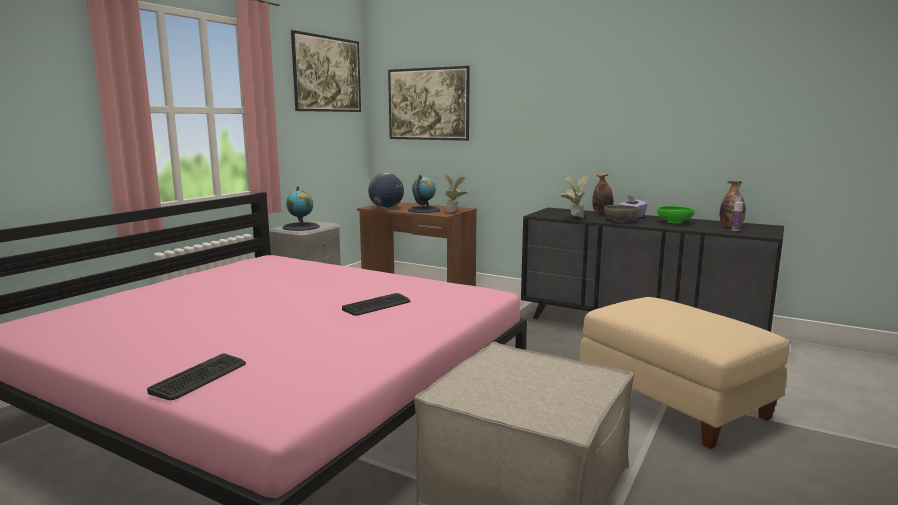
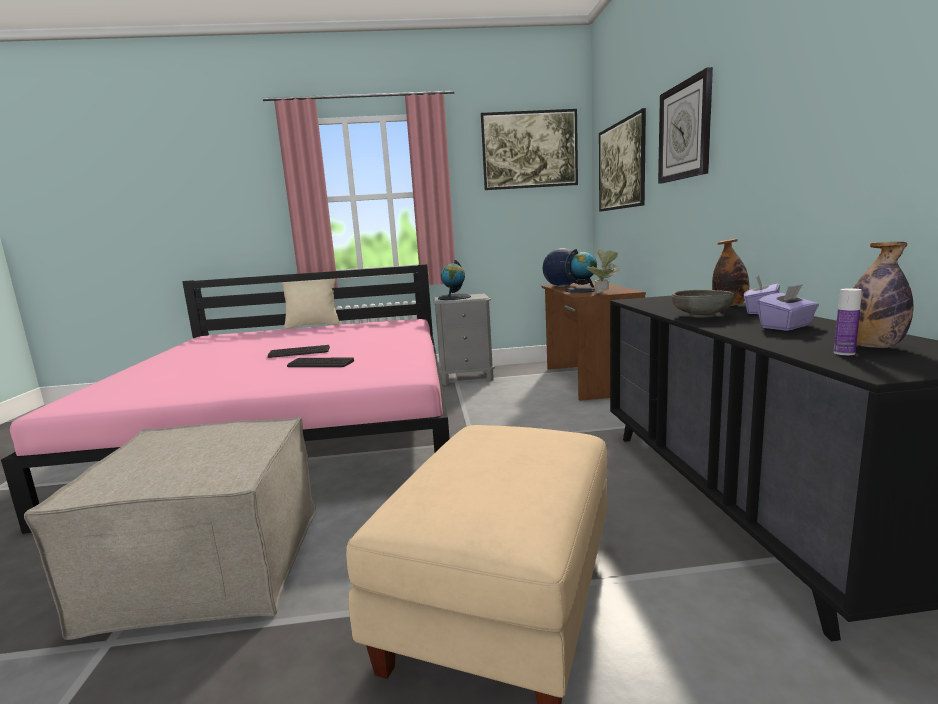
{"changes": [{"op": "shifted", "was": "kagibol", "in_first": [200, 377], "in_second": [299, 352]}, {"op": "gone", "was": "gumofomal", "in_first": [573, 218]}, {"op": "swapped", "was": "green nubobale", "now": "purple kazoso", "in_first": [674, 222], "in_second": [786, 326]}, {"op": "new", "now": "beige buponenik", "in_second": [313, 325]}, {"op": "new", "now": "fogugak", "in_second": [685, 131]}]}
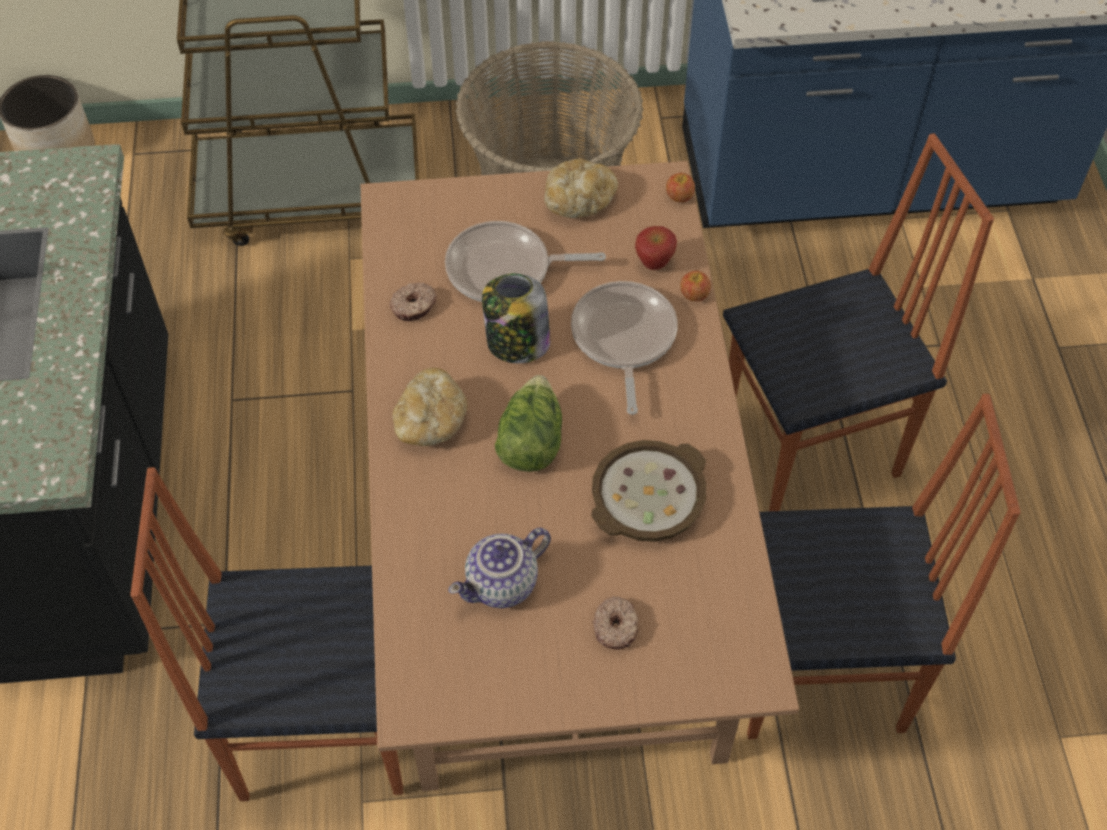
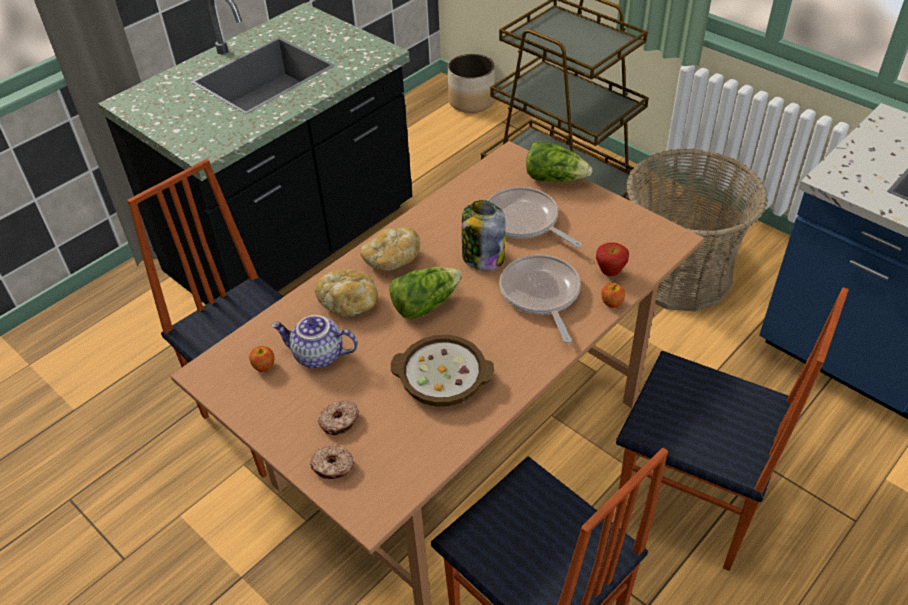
{"changes": [{"op": "shifted", "was": "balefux", "in_first": [414, 307], "in_second": [333, 467]}, {"op": "shifted", "was": "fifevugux", "in_first": [579, 201], "in_second": [349, 303]}, {"op": "rotated", "was": "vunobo", "in_first": [623, 338], "in_second": [541, 295], "clockwise": -60}, {"op": "shifted", "was": "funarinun", "in_first": [679, 197], "in_second": [264, 366]}, {"op": "new", "now": "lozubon", "in_second": [555, 178]}]}
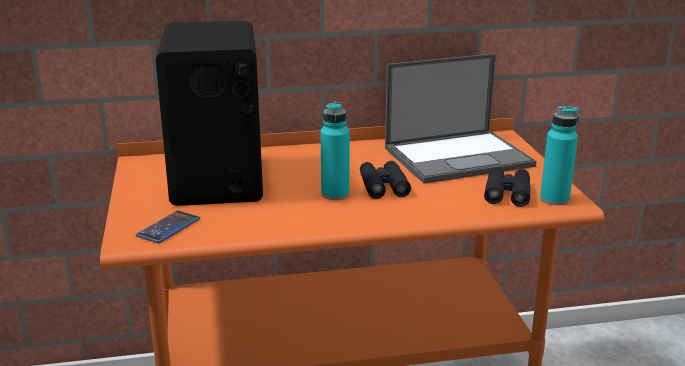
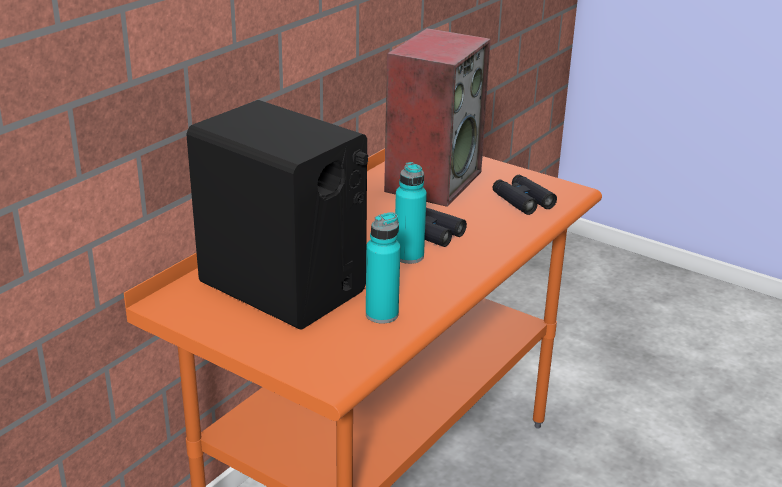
{"changes": [{"op": "gone", "was": "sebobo", "in_first": [168, 227]}, {"op": "swapped", "was": "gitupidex", "now": "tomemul", "in_first": [459, 156], "in_second": [433, 180]}, {"op": "shifted", "was": "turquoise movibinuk", "in_first": [554, 199], "in_second": [382, 314]}]}
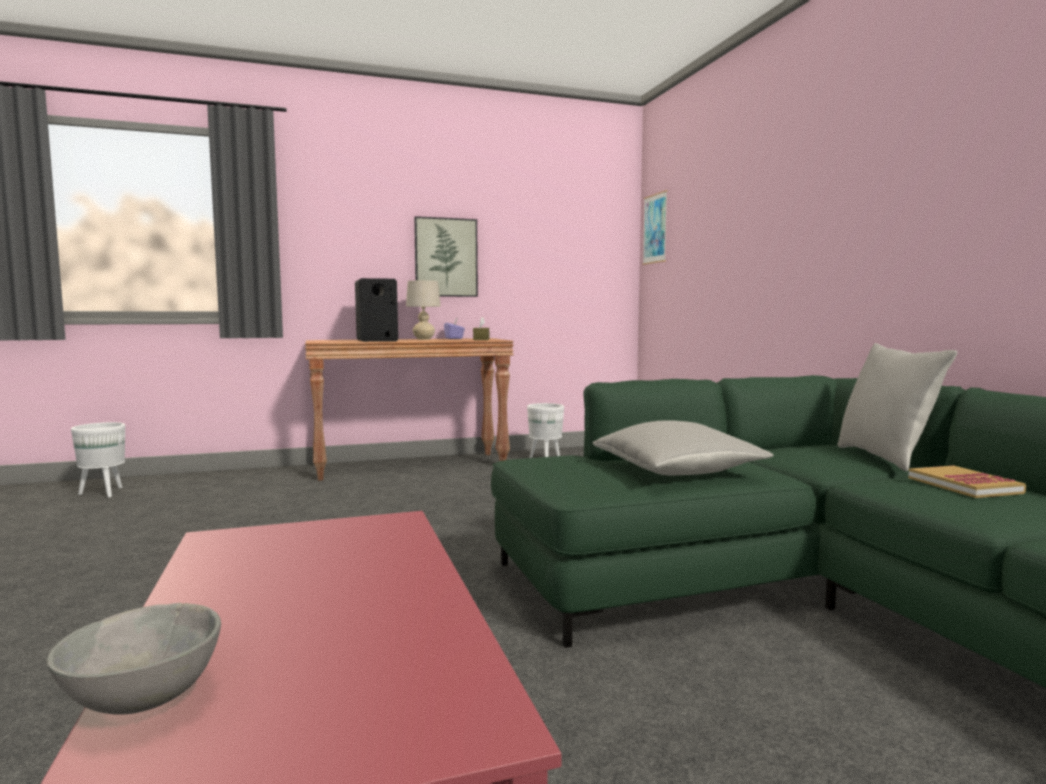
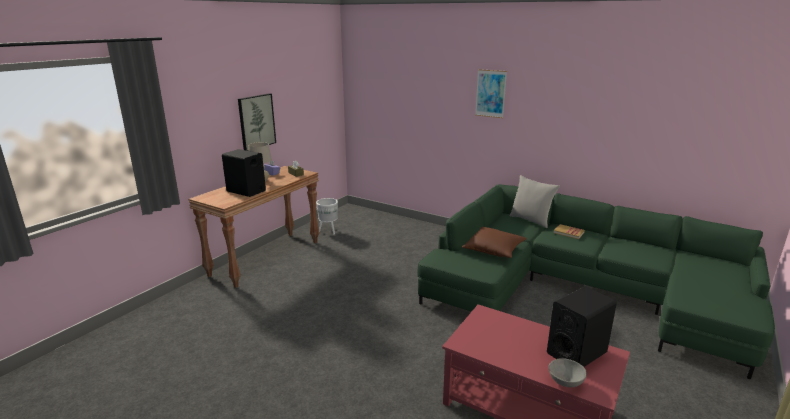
{"changes": [{"op": "gone", "was": "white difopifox", "in_first": [103, 493]}, {"op": "repainted", "was": "grey buponenik", "now": "brown buponenik", "in_first": [677, 470], "in_second": [494, 250]}, {"op": "shifted", "was": "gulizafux", "in_first": [655, 228], "in_second": [490, 93]}, {"op": "new", "now": "black tomemul", "in_second": [576, 353]}]}
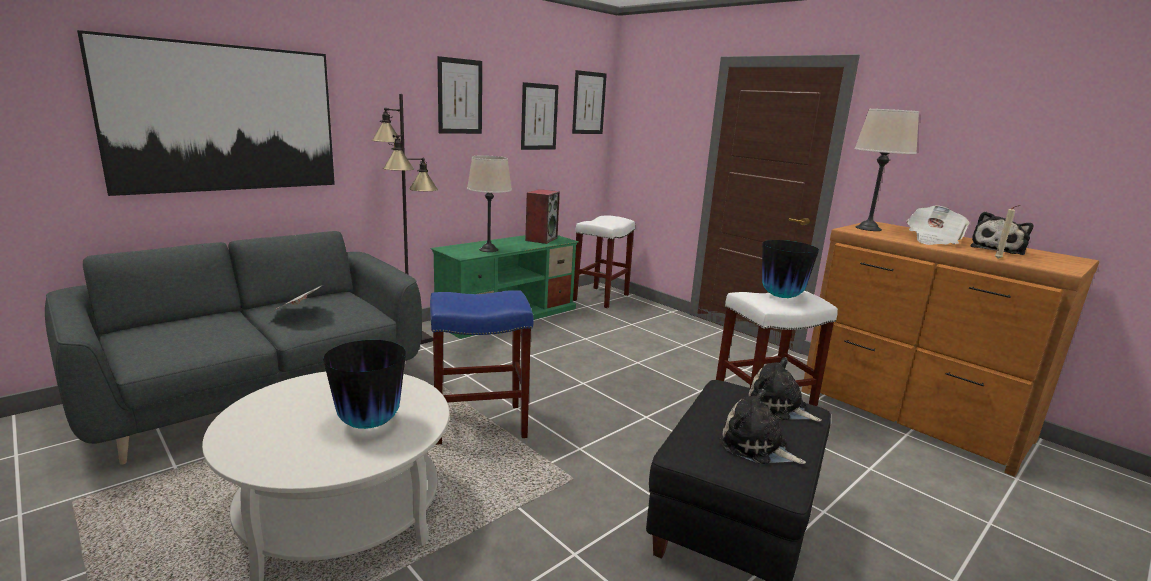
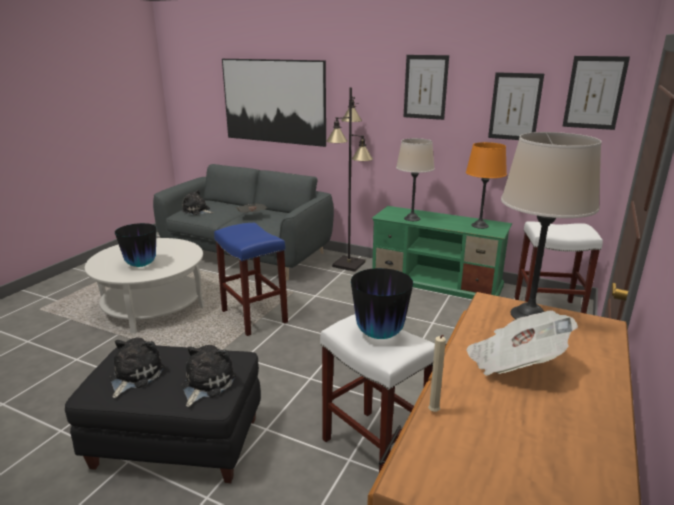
{"changes": [{"op": "swapped", "was": "tomemul", "now": "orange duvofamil", "in_first": [541, 239], "in_second": [480, 225]}, {"op": "shifted", "was": "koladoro", "in_first": [998, 250], "in_second": [197, 211]}]}
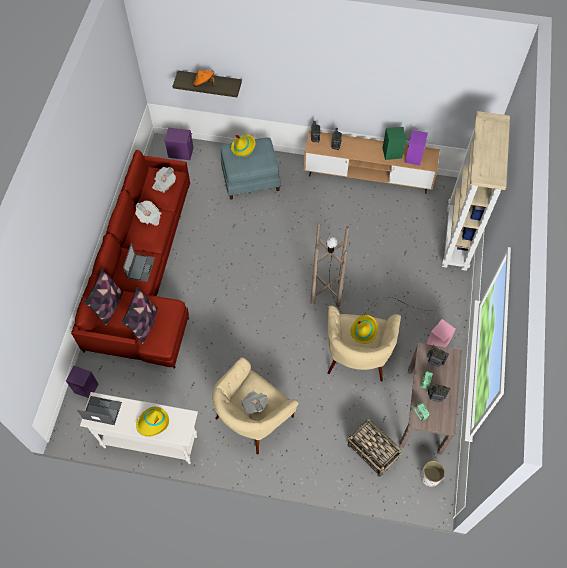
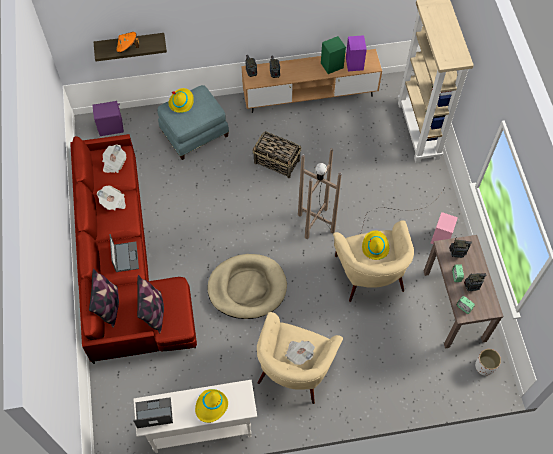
{"changes": [{"op": "gone", "was": "purple tomemul", "in_first": [87, 388]}, {"op": "shifted", "was": "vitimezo", "in_first": [372, 452], "in_second": [277, 162]}, {"op": "new", "now": "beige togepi", "in_second": [247, 288]}]}
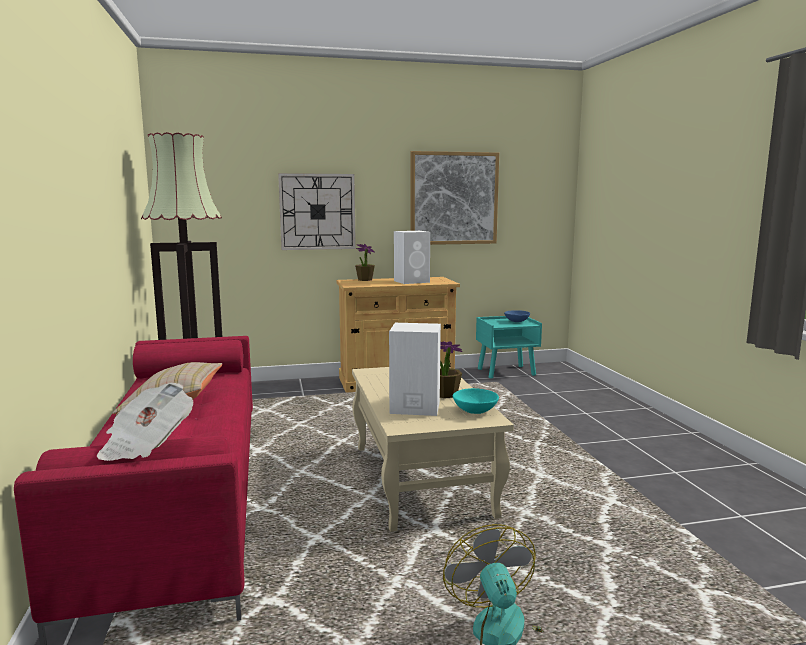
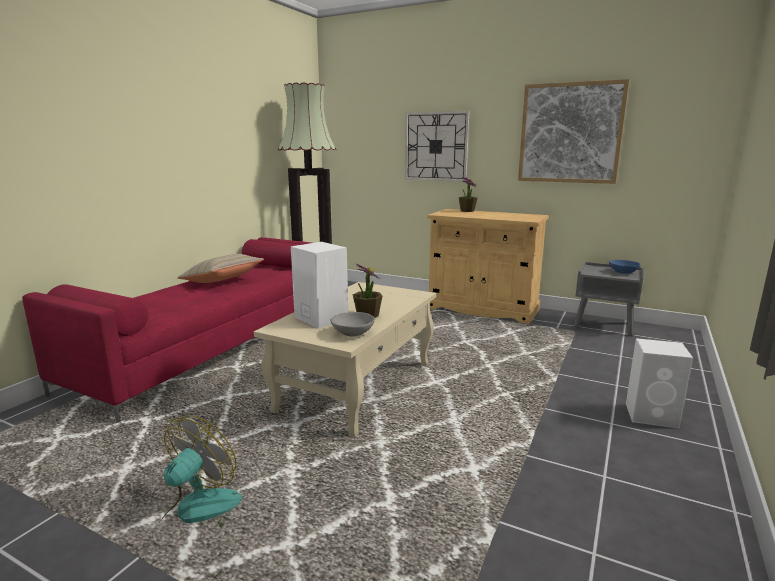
{"changes": [{"op": "gone", "was": "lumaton", "in_first": [146, 445]}, {"op": "shifted", "was": "white tomemul", "in_first": [412, 281], "in_second": [652, 415]}, {"op": "repainted", "was": "turquoise nubobale", "now": "grey nubobale", "in_first": [475, 411], "in_second": [353, 333]}, {"op": "repainted", "was": "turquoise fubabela", "now": "grey fubabela", "in_first": [506, 372], "in_second": [604, 325]}]}
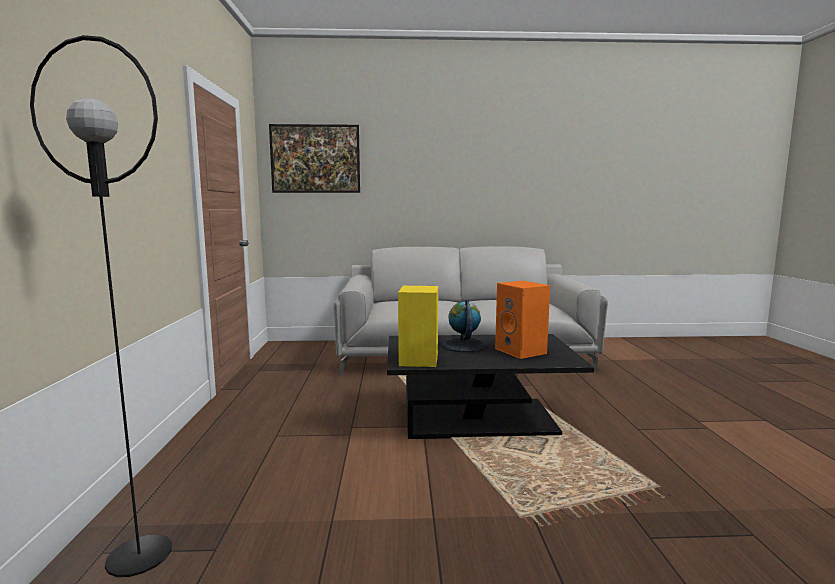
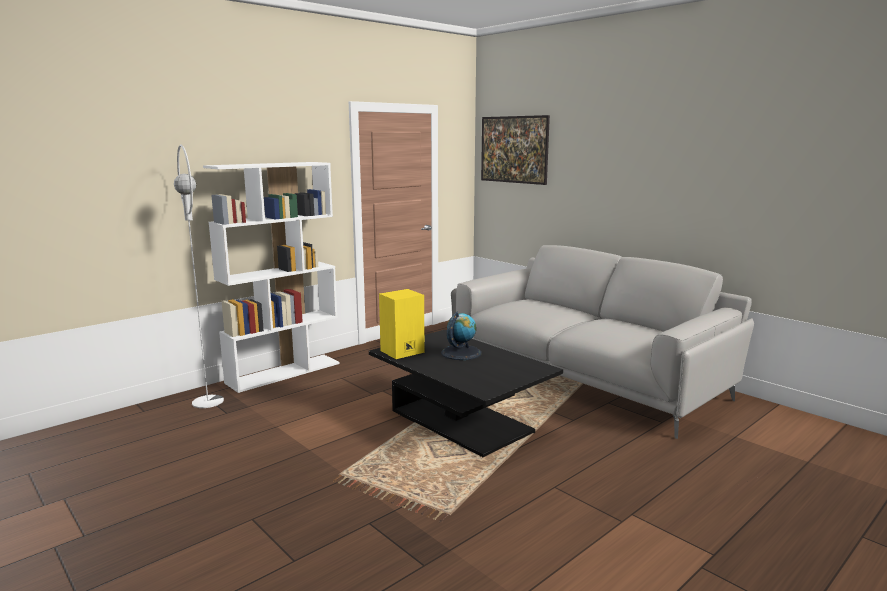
{"changes": [{"op": "repainted", "was": "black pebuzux", "now": "white pebuzux", "in_first": [140, 555], "in_second": [208, 401]}, {"op": "gone", "was": "orange tomemul", "in_first": [522, 351]}, {"op": "new", "now": "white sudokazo", "in_second": [284, 372]}]}
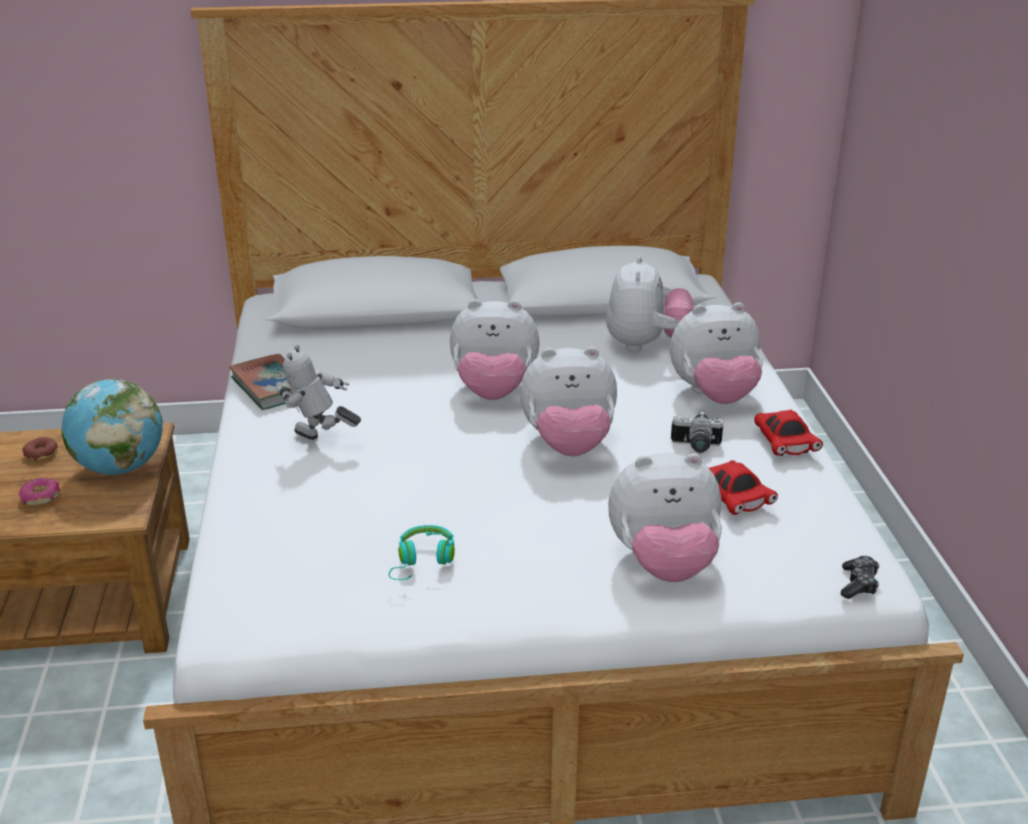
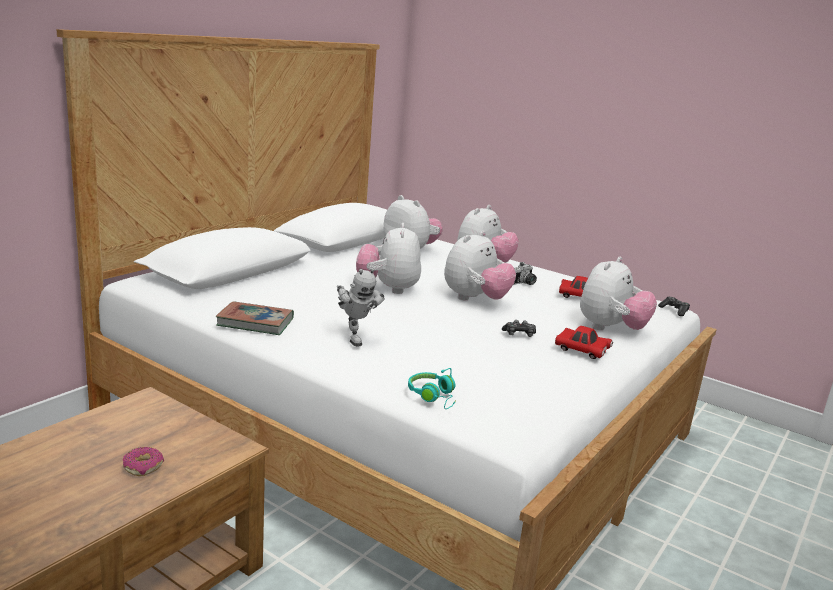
{"changes": [{"op": "gone", "was": "balefux", "in_first": [41, 454]}, {"op": "gone", "was": "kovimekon", "in_first": [120, 468]}, {"op": "rotated", "was": "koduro", "in_first": [320, 442], "in_second": [354, 338], "clockwise": -90}, {"op": "shifted", "was": "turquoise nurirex", "in_first": [423, 561], "in_second": [434, 397]}, {"op": "rotated", "was": "koladoro", "in_first": [494, 392], "in_second": [388, 289], "clockwise": 135}, {"op": "shifted", "was": "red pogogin", "in_first": [784, 444], "in_second": [581, 351]}, {"op": "new", "now": "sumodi", "in_second": [519, 334]}]}
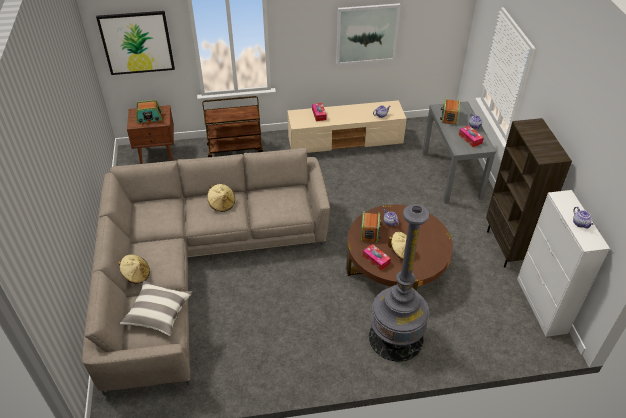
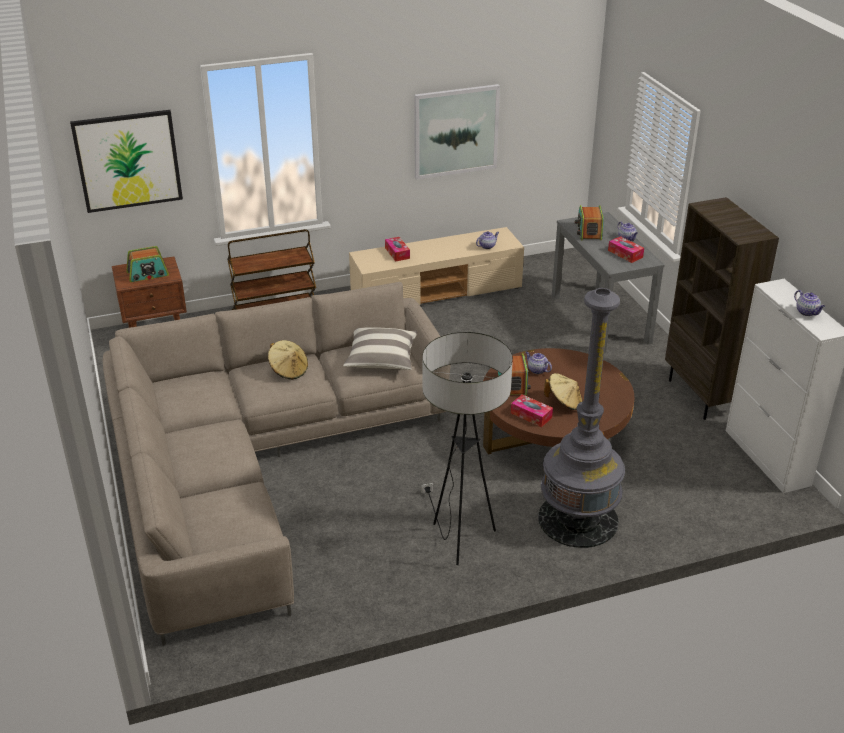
{"changes": [{"op": "gone", "was": "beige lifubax", "in_first": [136, 275]}, {"op": "shifted", "was": "buponenik", "in_first": [158, 313], "in_second": [381, 359]}, {"op": "new", "now": "pebuzux", "in_second": [460, 541]}]}
